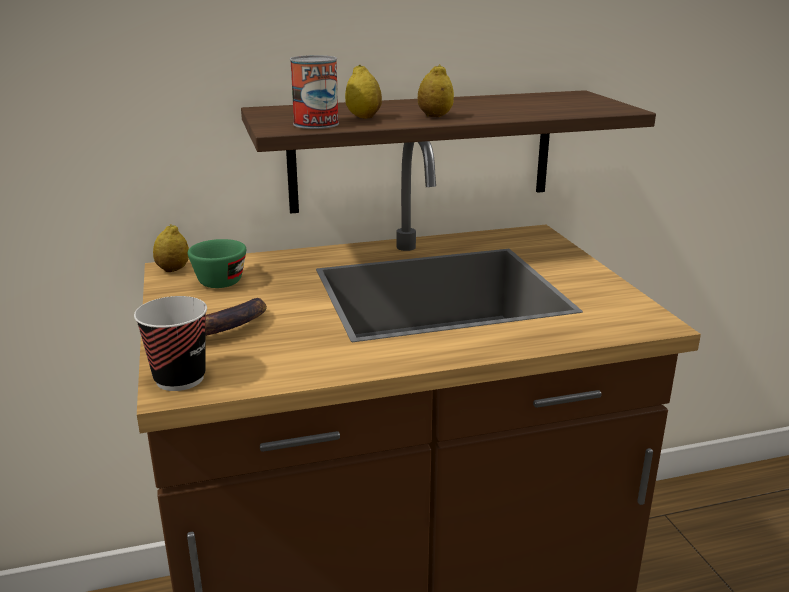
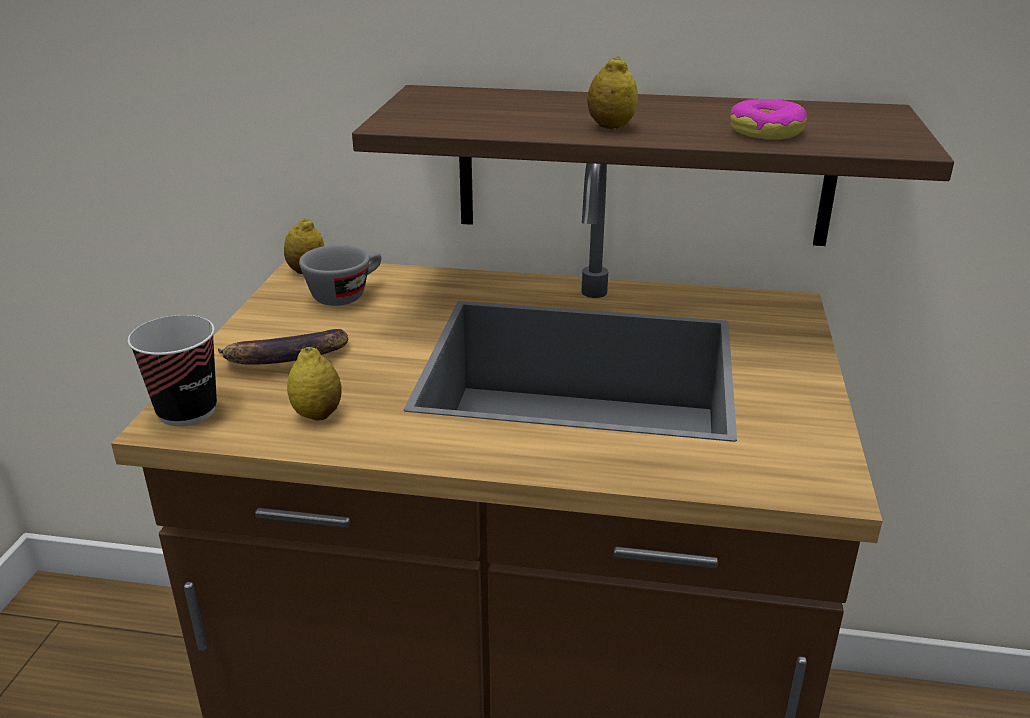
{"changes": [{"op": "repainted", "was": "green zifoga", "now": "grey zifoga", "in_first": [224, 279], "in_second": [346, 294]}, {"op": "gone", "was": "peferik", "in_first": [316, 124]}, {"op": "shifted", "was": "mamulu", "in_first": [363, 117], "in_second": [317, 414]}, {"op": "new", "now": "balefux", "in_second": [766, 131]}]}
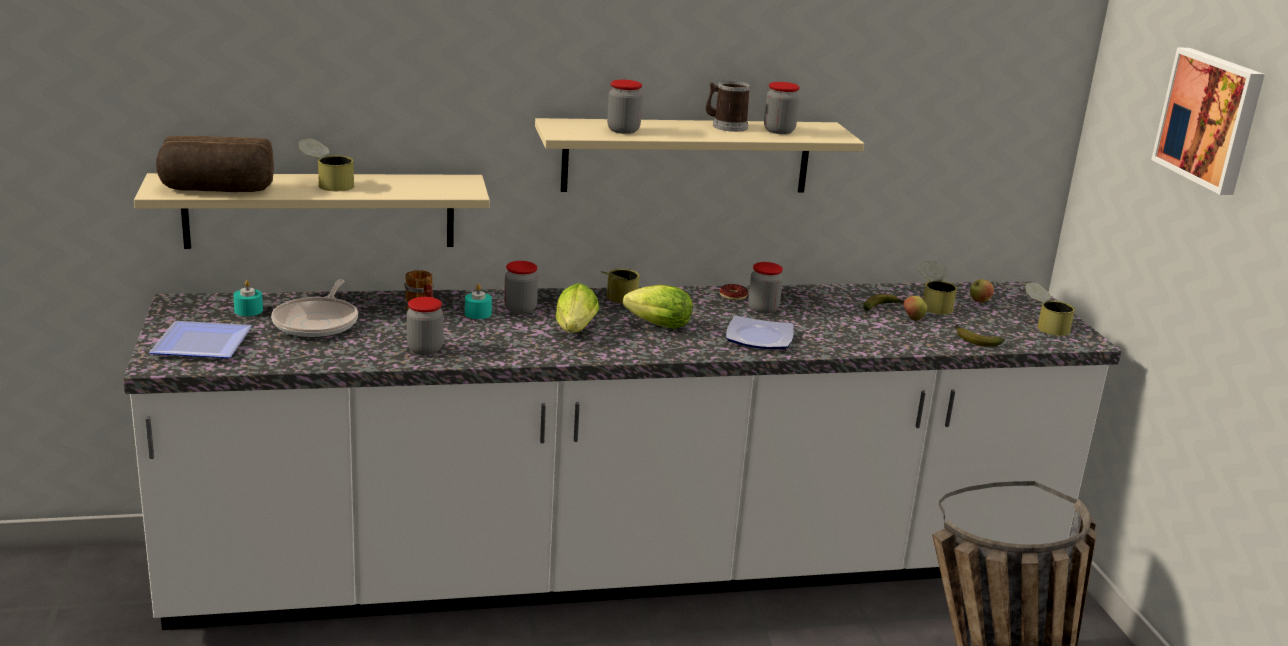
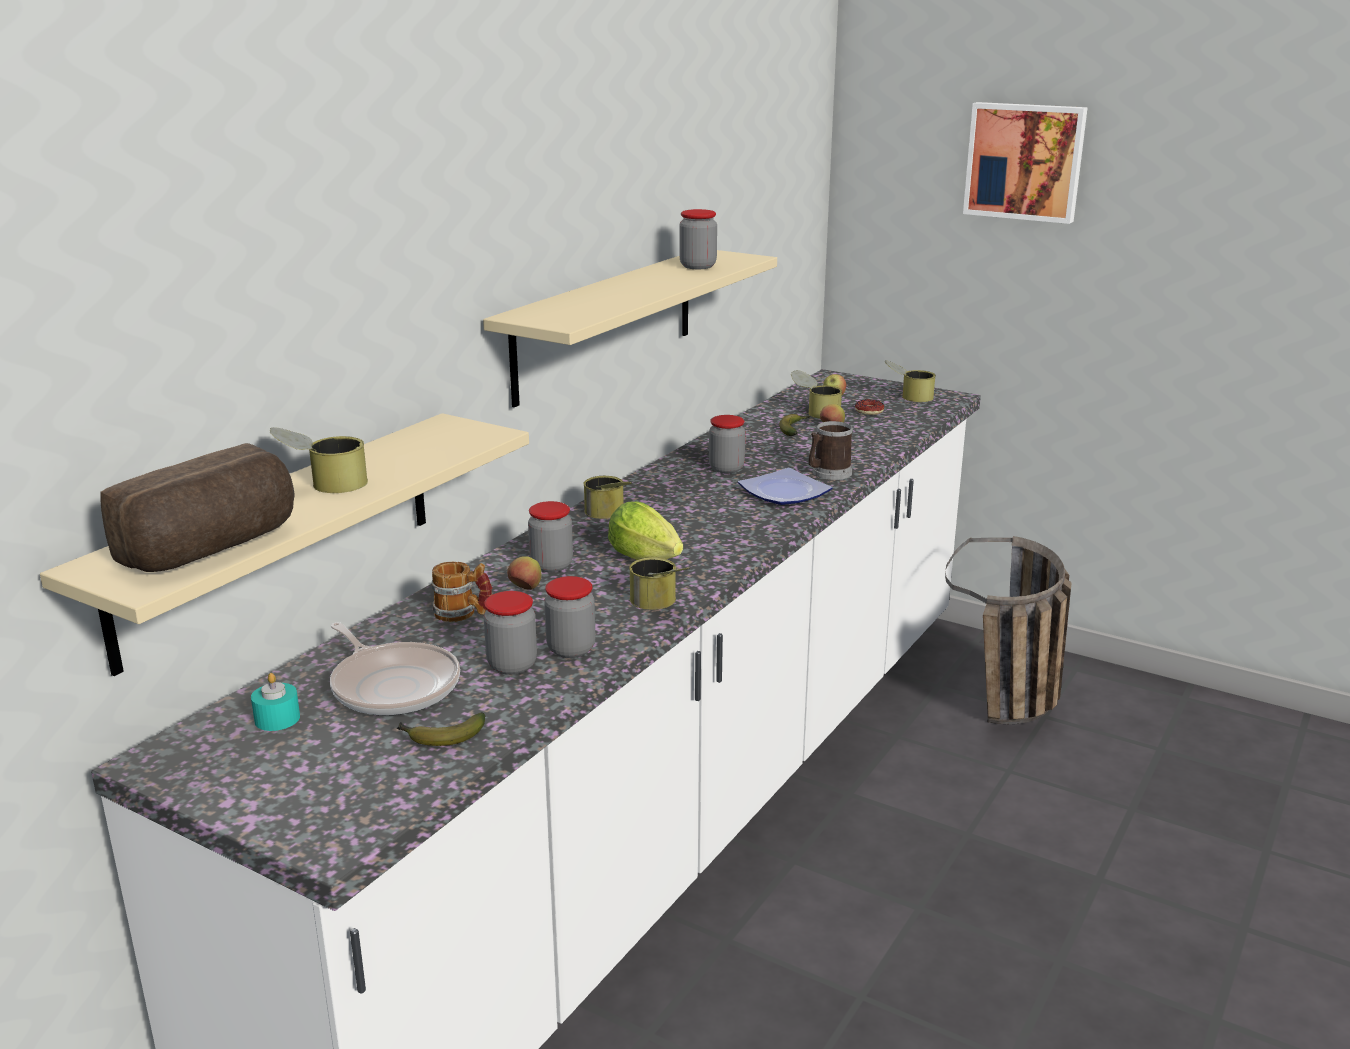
{"changes": [{"op": "gone", "was": "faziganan", "in_first": [204, 345]}, {"op": "swapped", "was": "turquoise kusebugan", "now": "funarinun", "in_first": [478, 313], "in_second": [525, 589]}, {"op": "shifted", "was": "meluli", "in_first": [623, 130], "in_second": [512, 665]}, {"op": "gone", "was": "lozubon", "in_first": [655, 325]}, {"op": "shifted", "was": "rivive", "in_first": [726, 126], "in_second": [828, 473]}, {"op": "shifted", "was": "balefux", "in_first": [733, 296], "in_second": [869, 411]}, {"op": "shifted", "was": "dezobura", "in_first": [974, 340], "in_second": [440, 737]}, {"op": "new", "now": "peferik", "in_second": [659, 605]}]}
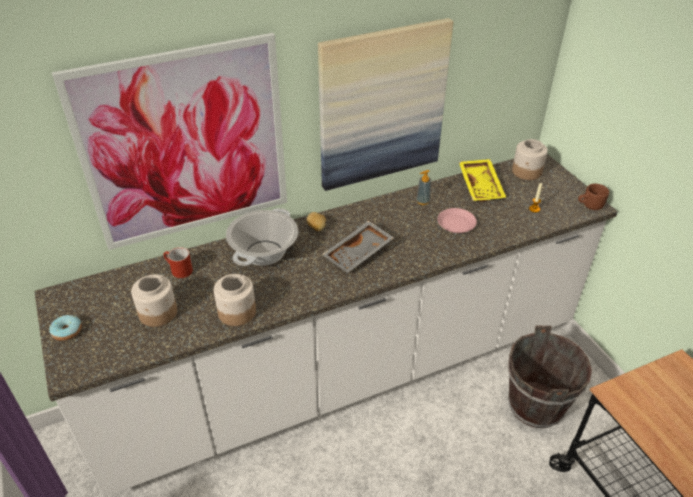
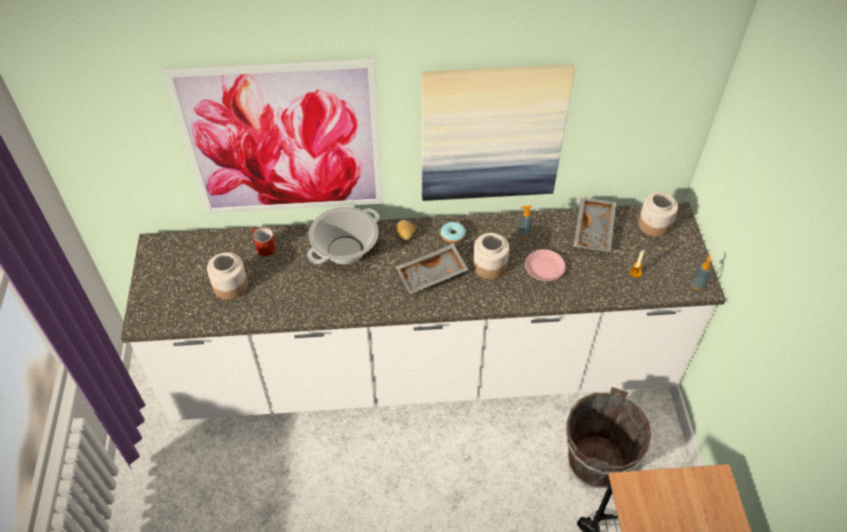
{"changes": [{"op": "shifted", "was": "balefux", "in_first": [67, 331], "in_second": [453, 236]}, {"op": "shifted", "was": "meluli", "in_first": [236, 312], "in_second": [489, 266]}, {"op": "repainted", "was": "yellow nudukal", "now": "grey nudukal", "in_first": [481, 186], "in_second": [595, 230]}, {"op": "swapped", "was": "brown rivive", "now": "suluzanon", "in_first": [589, 206], "in_second": [698, 285]}]}
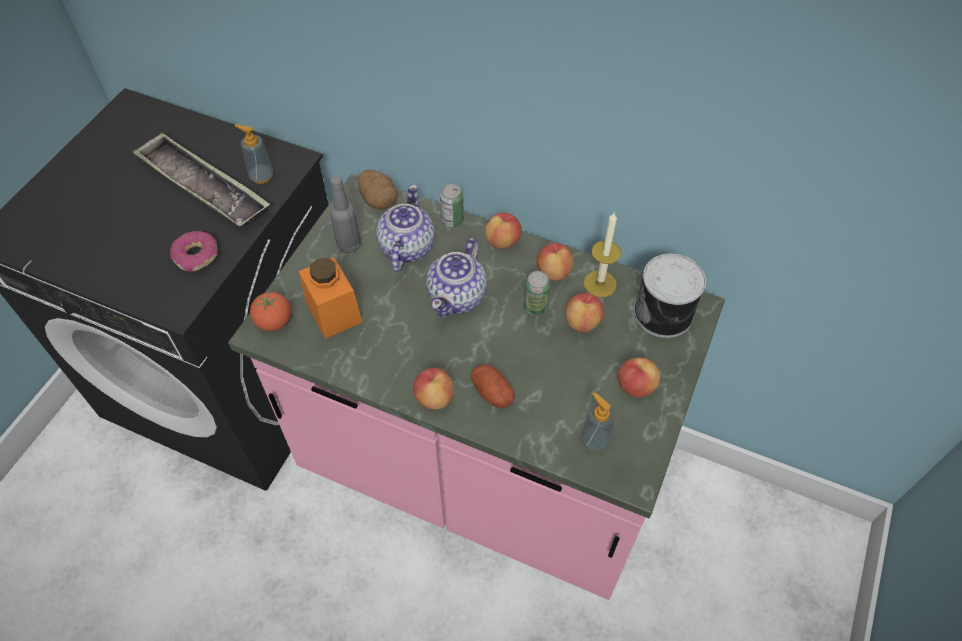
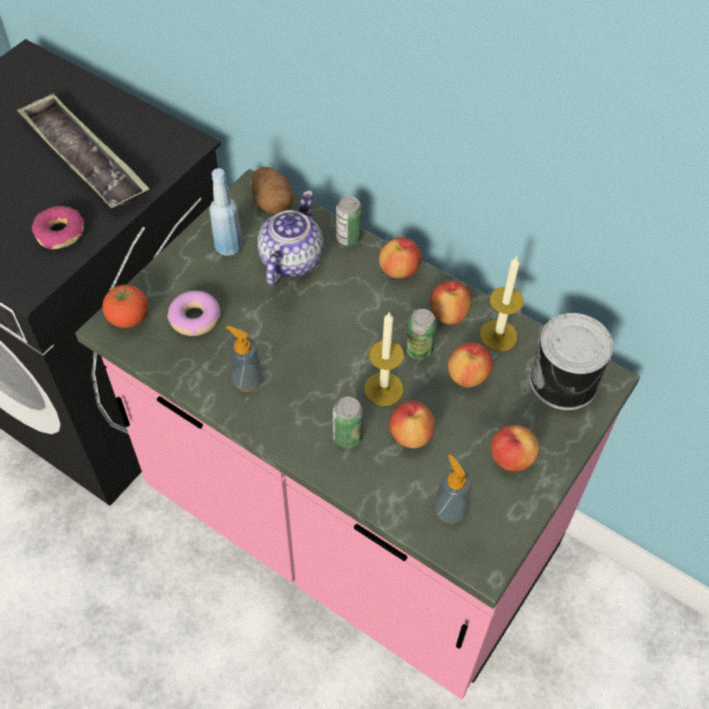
{"changes": [{"op": "shifted", "was": "suluzanon", "in_first": [261, 176], "in_second": [247, 381]}, {"op": "swapped", "was": "orange meluli", "now": "balefux", "in_first": [333, 312], "in_second": [194, 318]}, {"op": "repainted", "was": "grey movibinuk", "now": "blue movibinuk", "in_first": [349, 245], "in_second": [228, 247]}, {"op": "shifted", "was": "funarinun", "in_first": [434, 398], "in_second": [410, 435]}, {"op": "gone", "was": "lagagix", "in_first": [458, 296]}, {"op": "swapped", "was": "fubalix", "now": "peferik", "in_first": [492, 392], "in_second": [347, 436]}, {"op": "new", "now": "kusebugan", "in_second": [383, 389]}]}
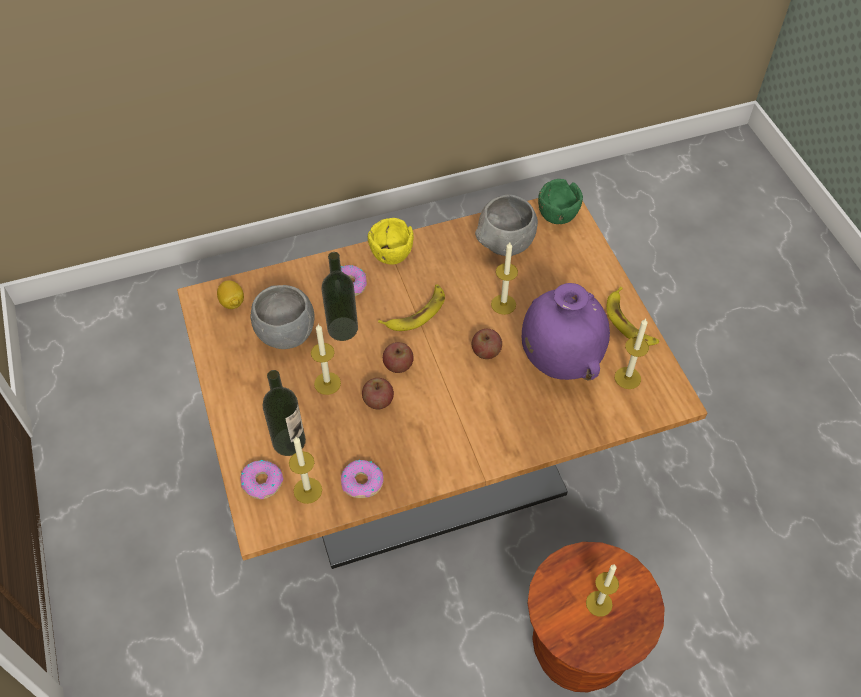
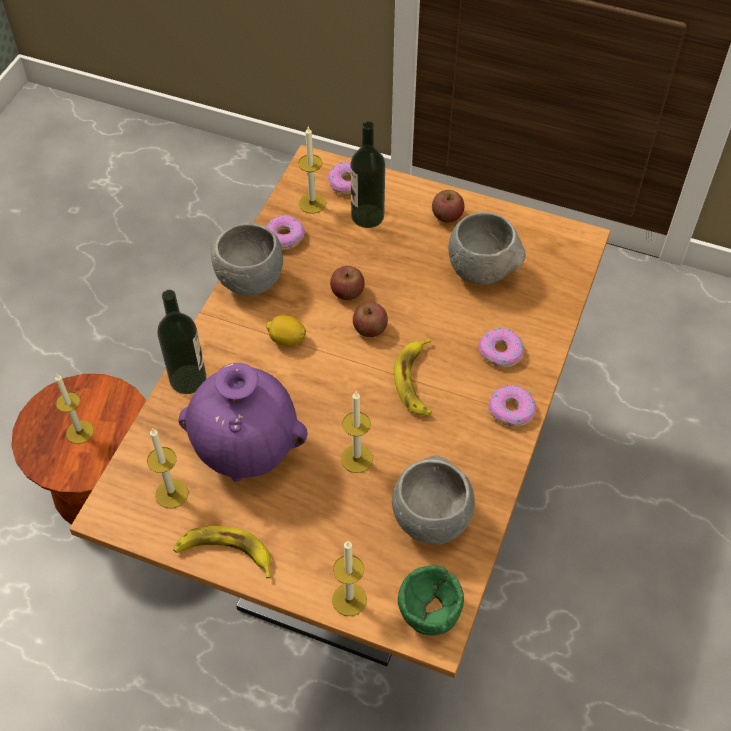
{"changes": [{"op": "shifted", "was": "mamulu", "in_first": [232, 302], "in_second": [287, 339]}, {"op": "shifted", "was": "kusebugan", "in_first": [327, 383], "in_second": [349, 599]}, {"op": "shifted", "was": "movibinuk", "in_first": [342, 329], "in_second": [188, 379]}, {"op": "swapped", "was": "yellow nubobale", "now": "balefux", "in_first": [391, 254], "in_second": [511, 410]}, {"op": "shifted", "was": "funarinun", "in_first": [486, 351], "in_second": [447, 216]}, {"op": "new", "now": "grey nubobale", "in_second": [249, 281]}]}
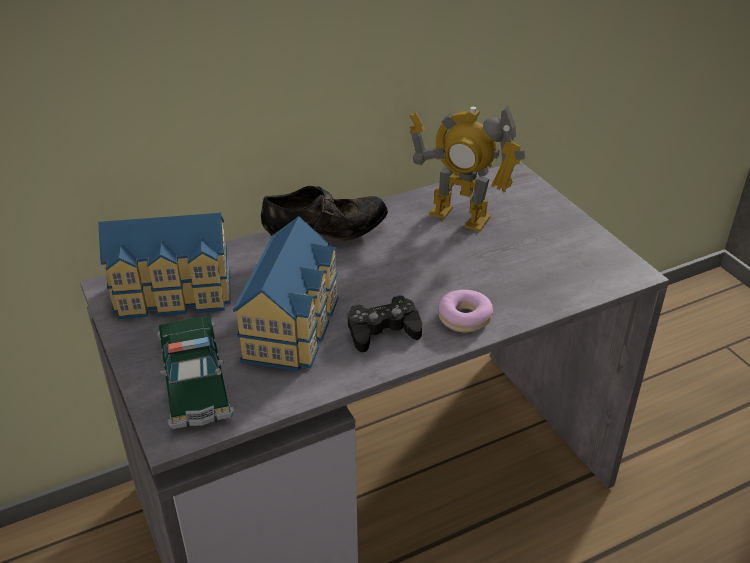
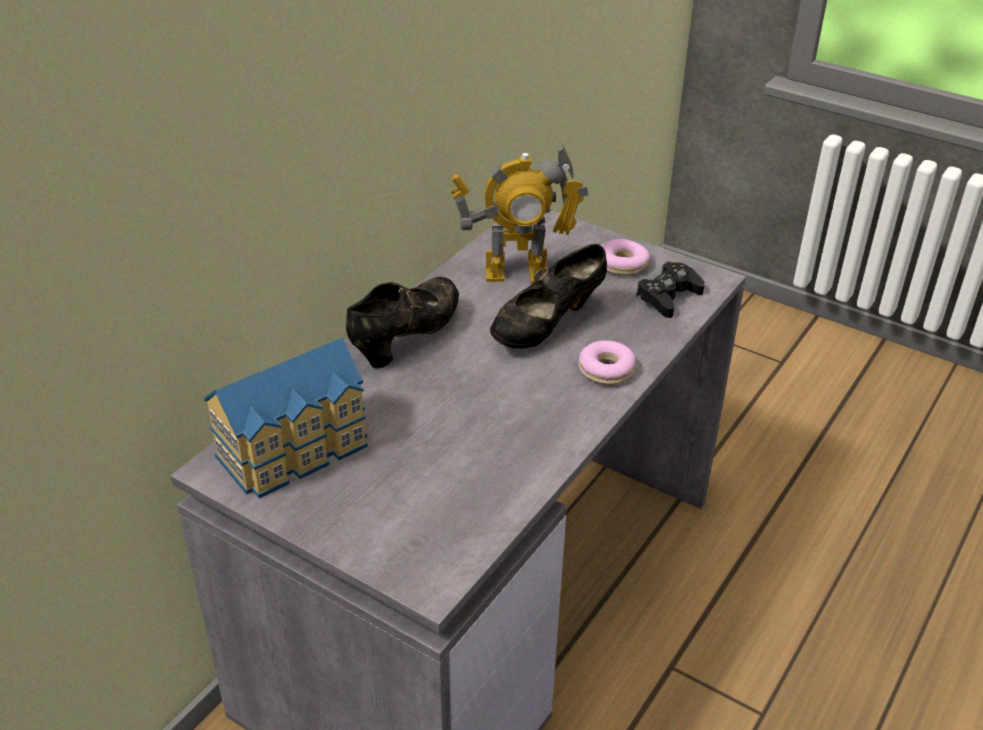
{"changes": [{"op": "gone", "was": "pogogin", "in_first": [195, 382]}, {"op": "gone", "was": "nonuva", "in_first": [295, 326]}, {"op": "shifted", "was": "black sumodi", "in_first": [383, 330], "in_second": [668, 296]}, {"op": "new", "now": "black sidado", "in_second": [547, 326]}, {"op": "new", "now": "balefux", "in_second": [622, 265]}]}
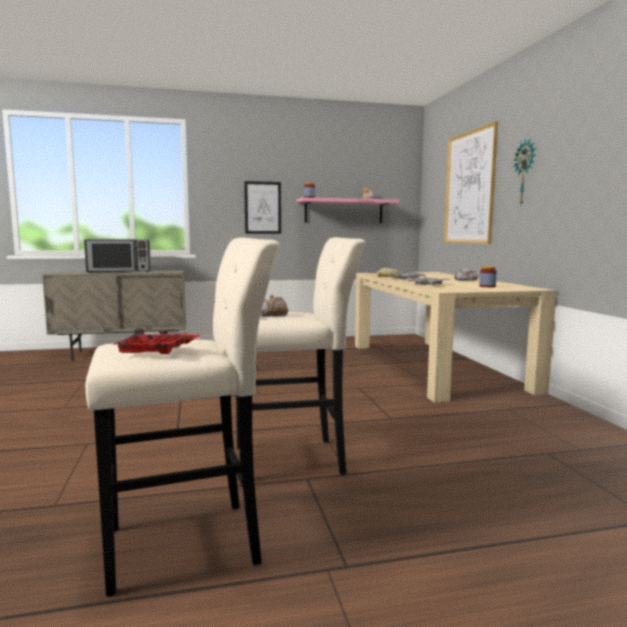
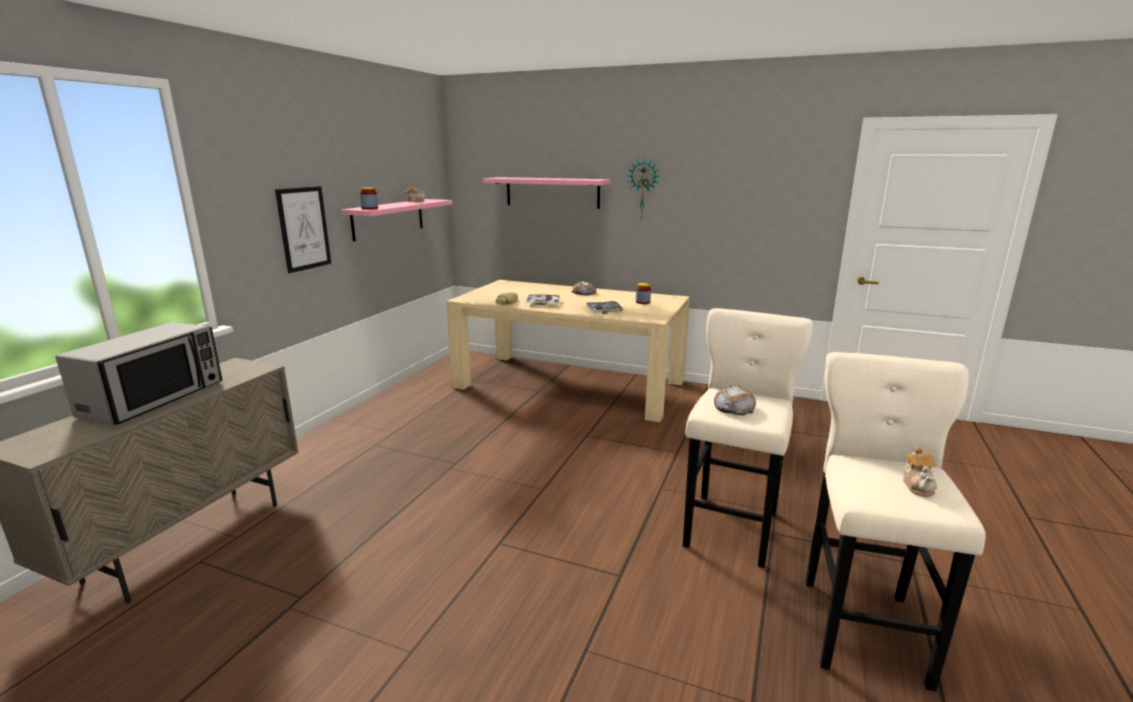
{"changes": [{"op": "swapped", "was": "red nudukal", "now": "lagagix", "in_first": [156, 352], "in_second": [918, 486]}, {"op": "swapped", "was": "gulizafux", "now": "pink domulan", "in_first": [469, 188], "in_second": [552, 192]}]}
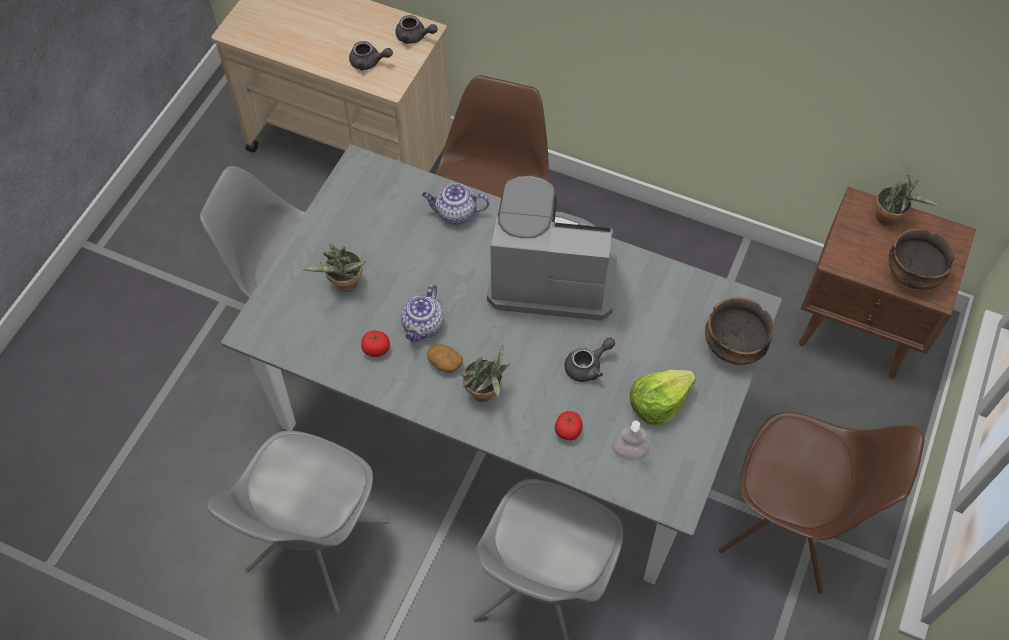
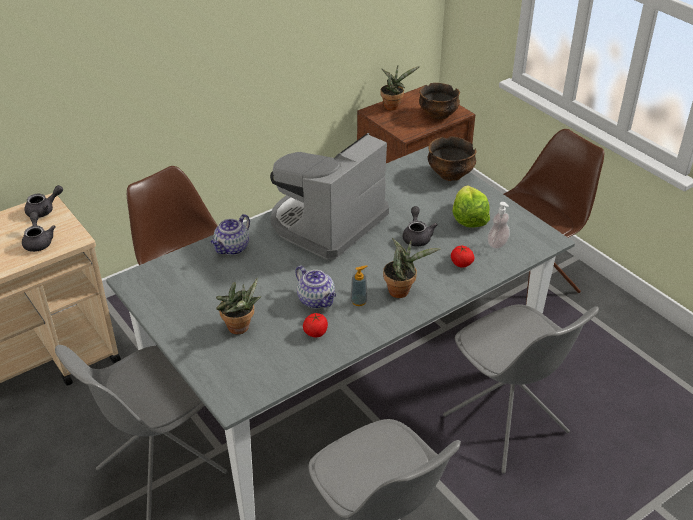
{"changes": [{"op": "rotated", "was": "grey lagagix", "in_first": [369, 62], "in_second": [38, 241], "clockwise": -60}, {"op": "swapped", "was": "fubalix", "now": "suluzanon", "in_first": [444, 363], "in_second": [359, 301]}]}
